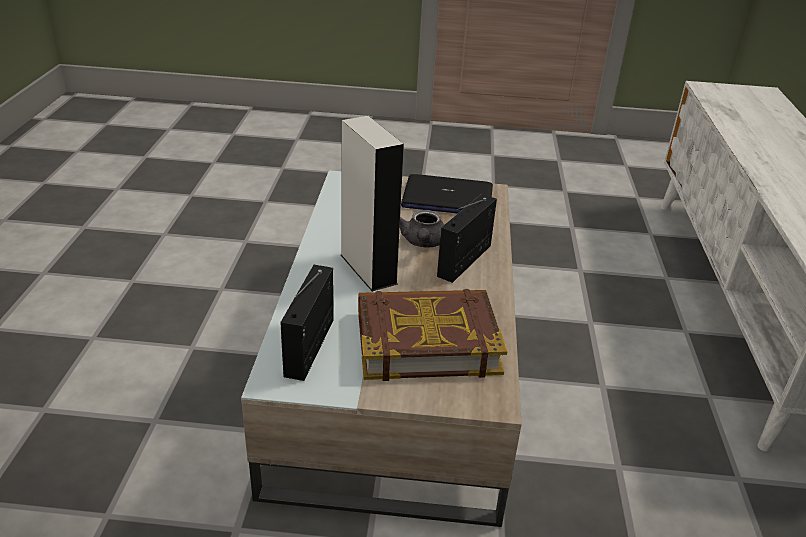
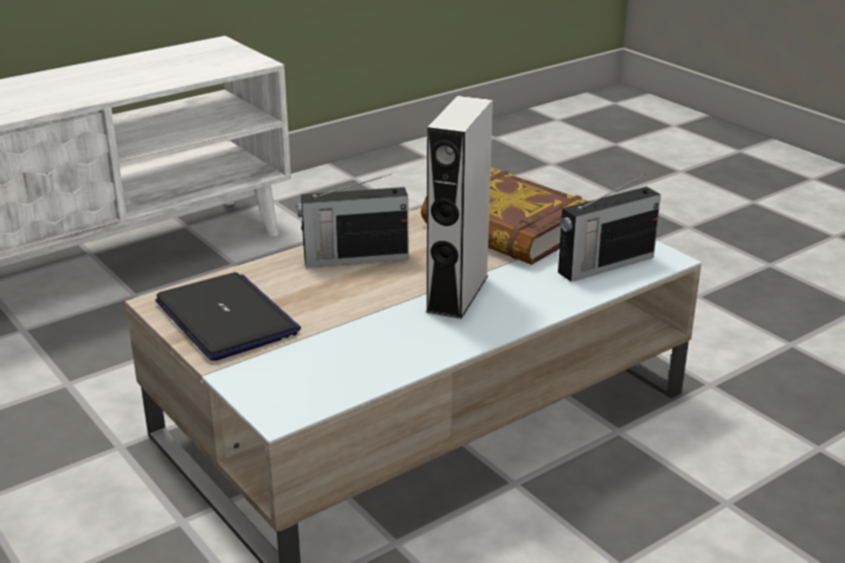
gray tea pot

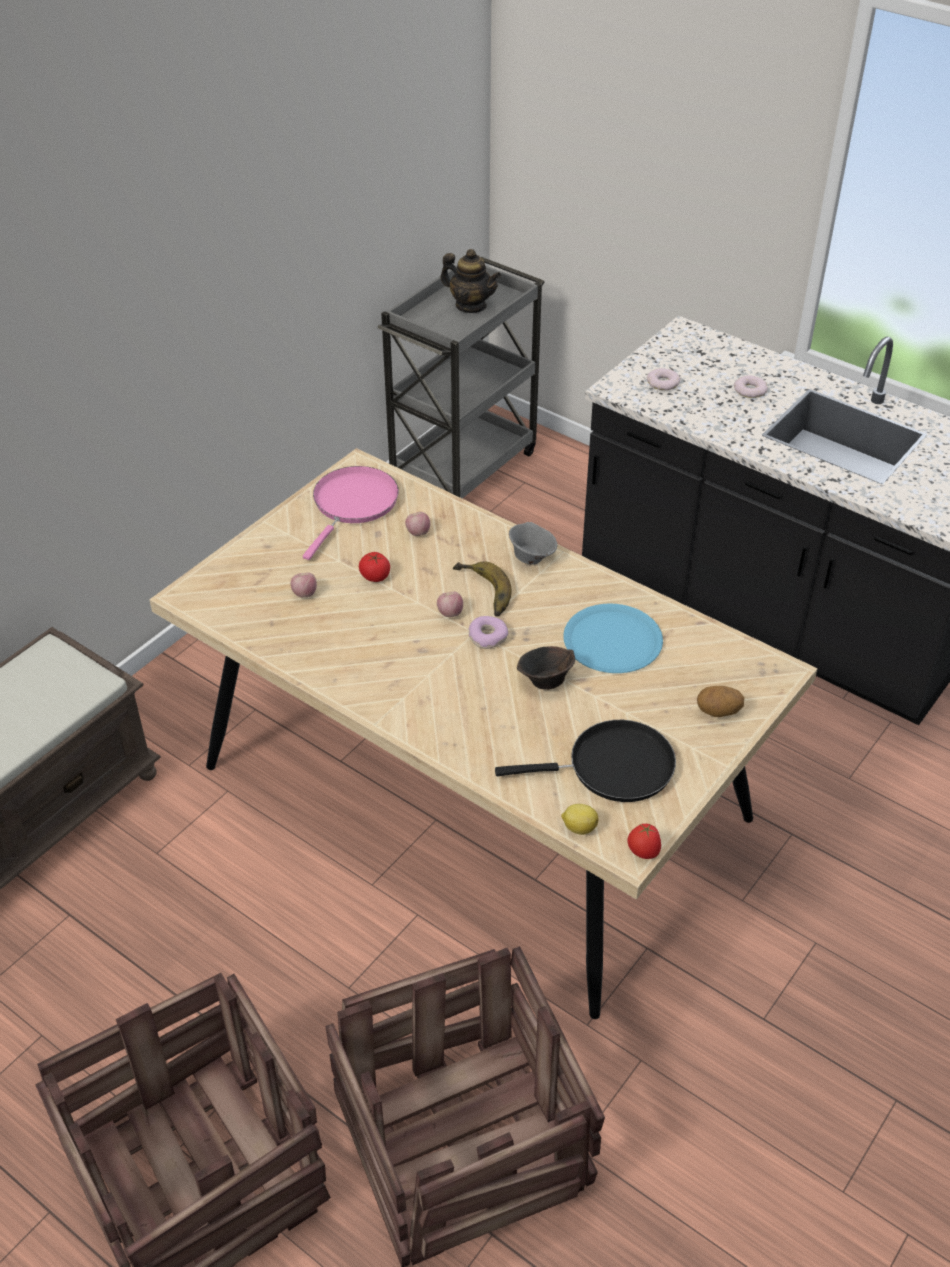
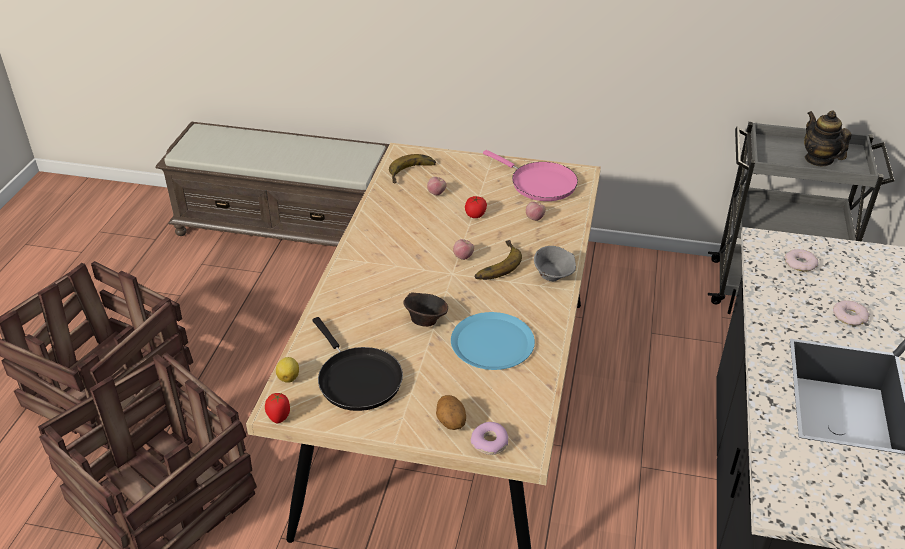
whole banana (no. 1 from left)
doughnut (no. 1 from left)
pink-coloured pan
tea pot

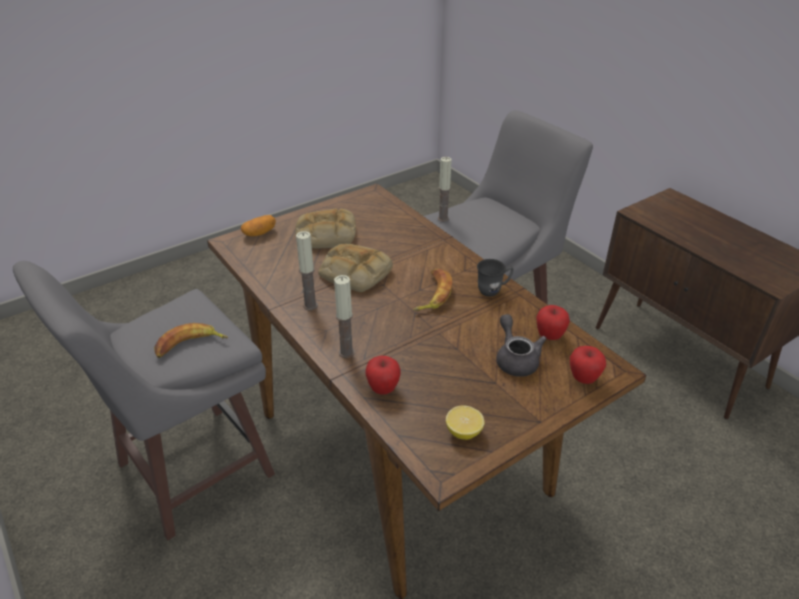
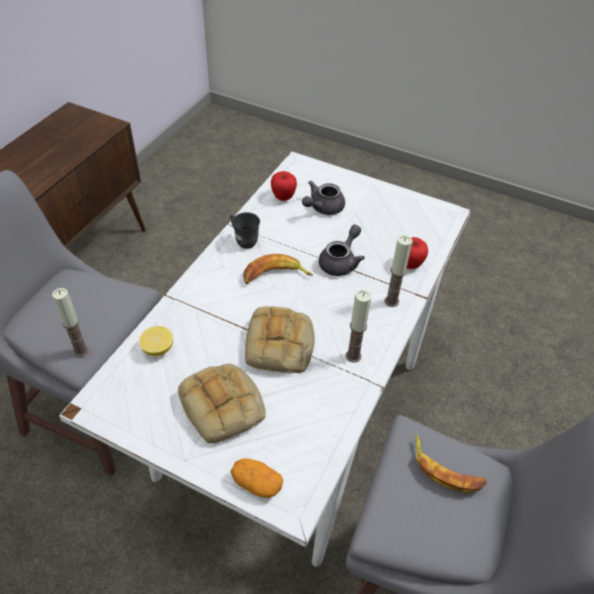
whitish kitchen table
whole lemon
gray tea pot (no. 2 from left)
apple (no. 3 from left in the first image)

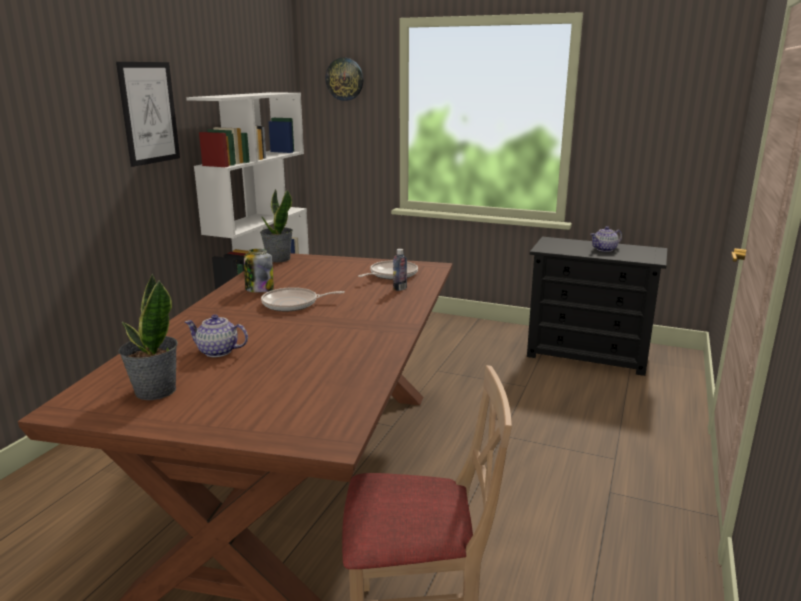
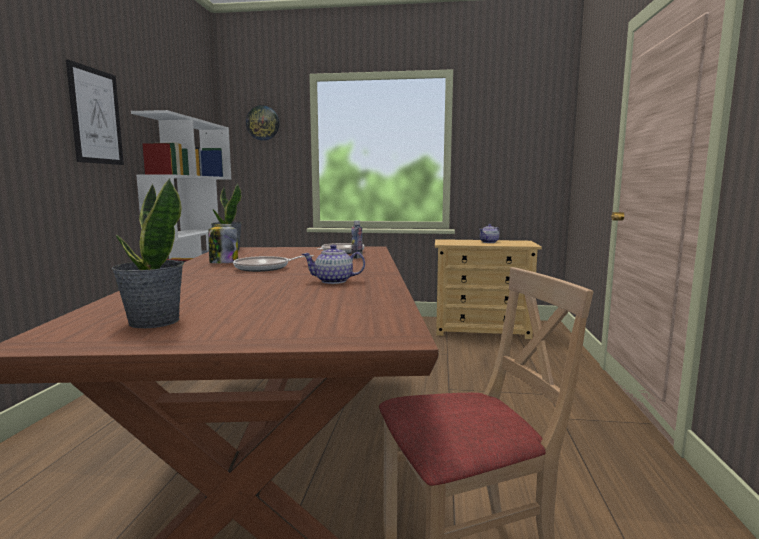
tea pot (no. 1 from left)
sand-coloured dresser

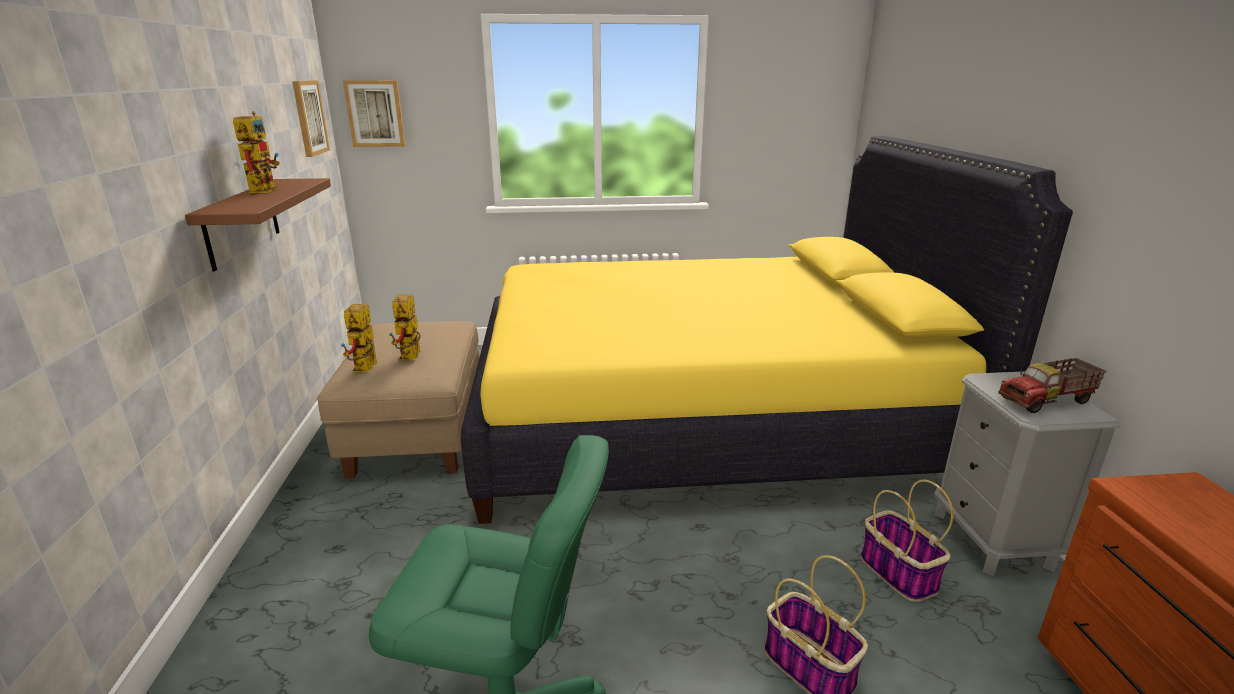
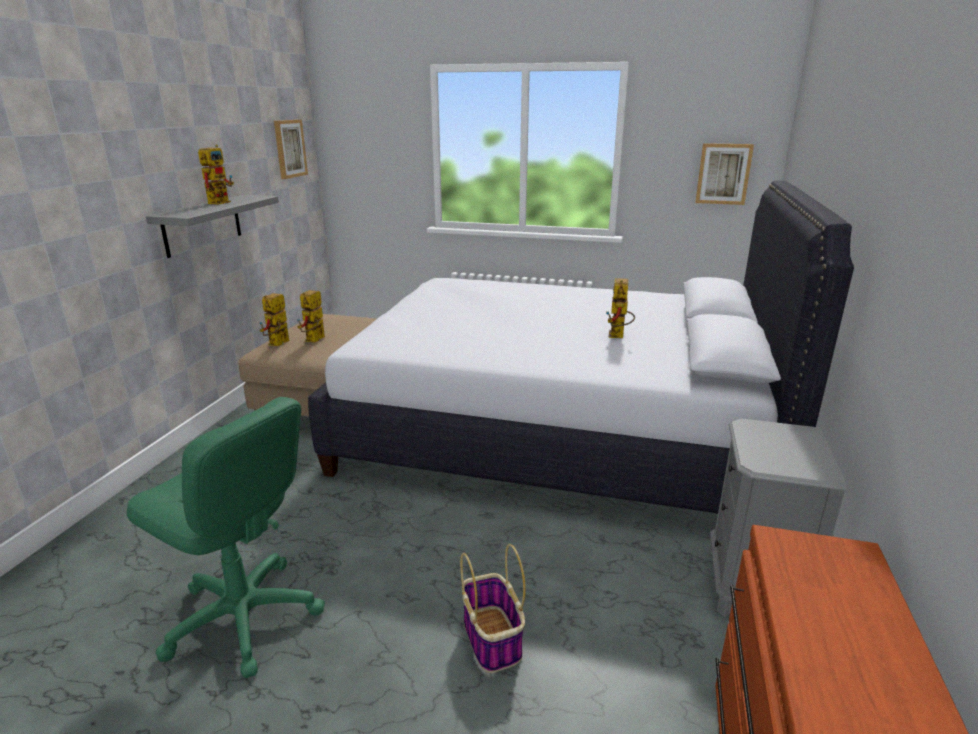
gray shelf
whitish bedroom bed
toy robot (no. 4 from left)
wall art (no. 2 from left)
basket (no. 2 from left in the first image)
toy lorry

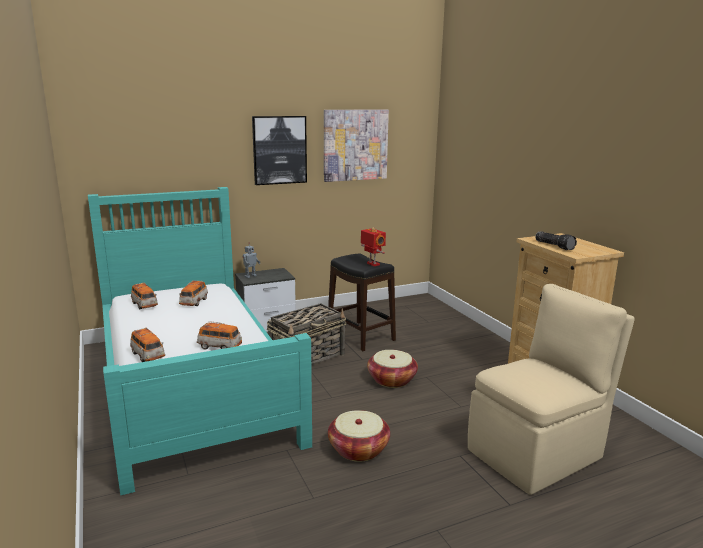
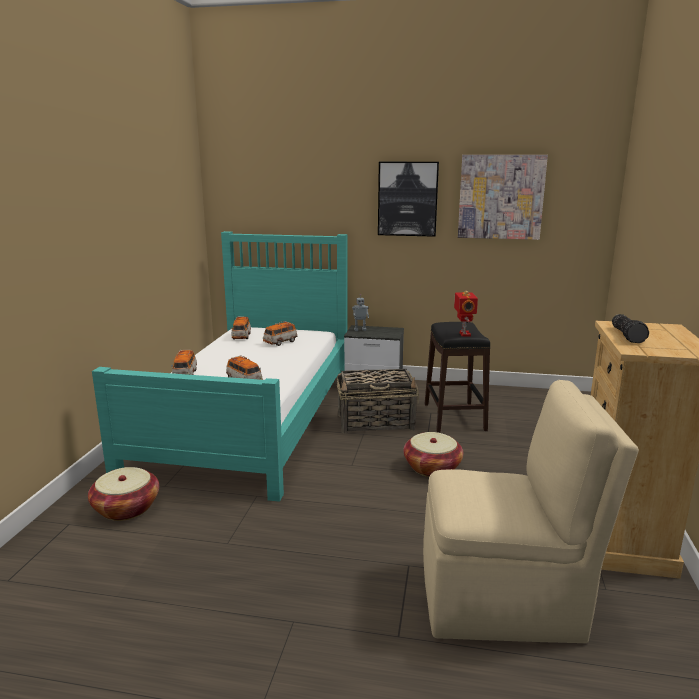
basket (no. 1 from left)

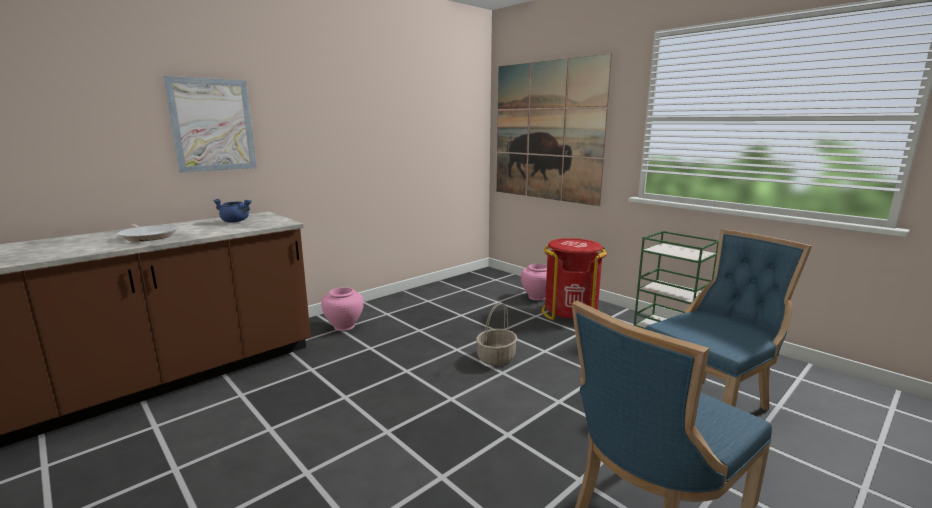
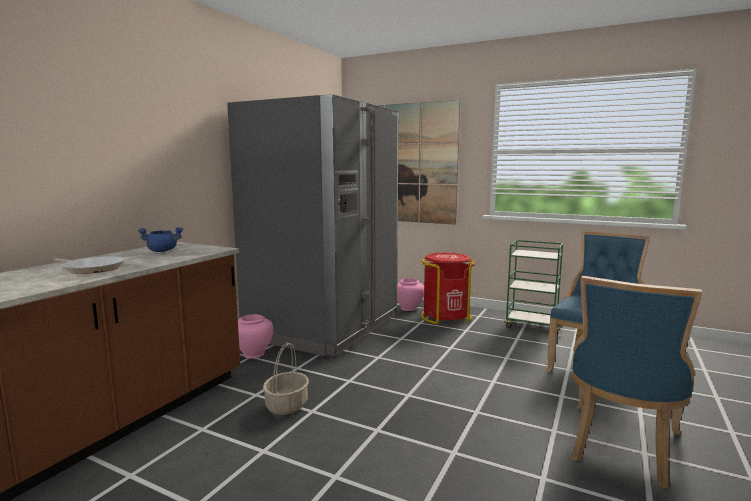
gray kitchen fridge
basket
wall art (no. 1 from left in the first image)

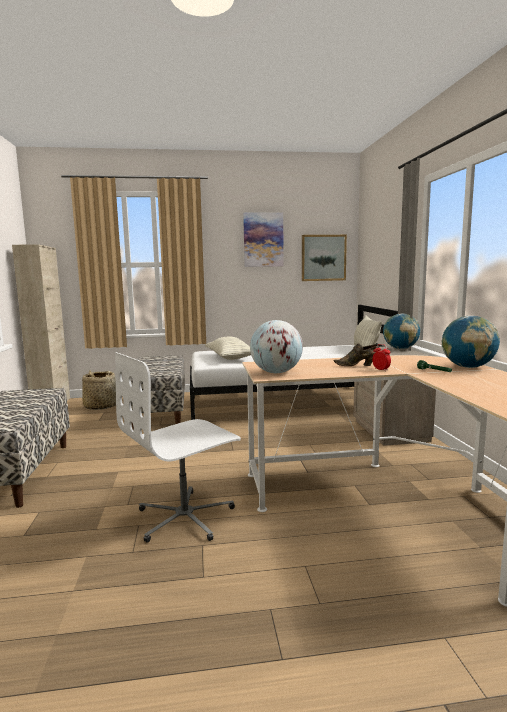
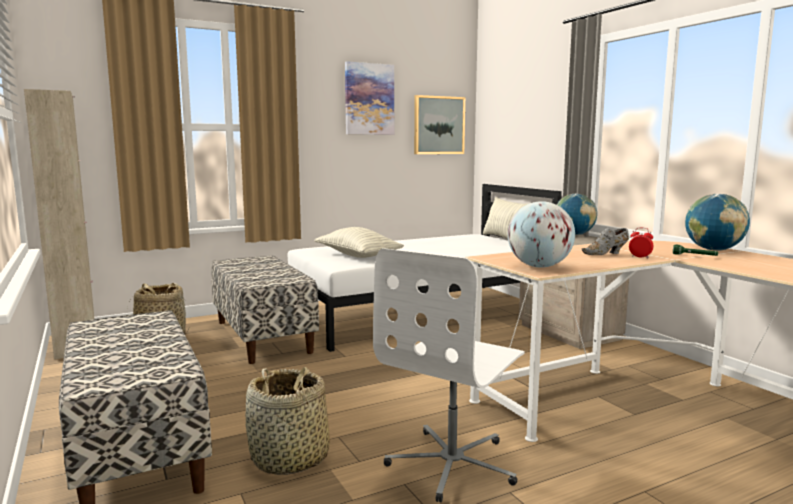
basket (no. 2 from left)
gray item of footwear

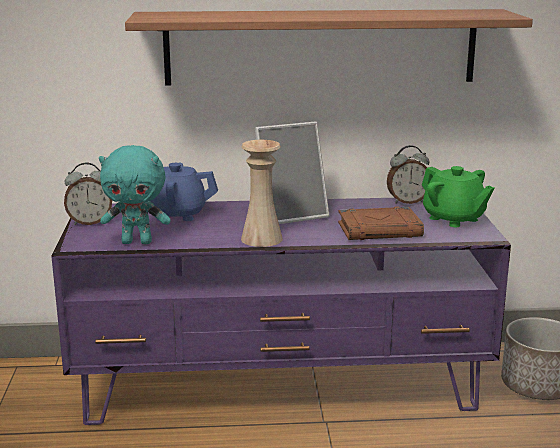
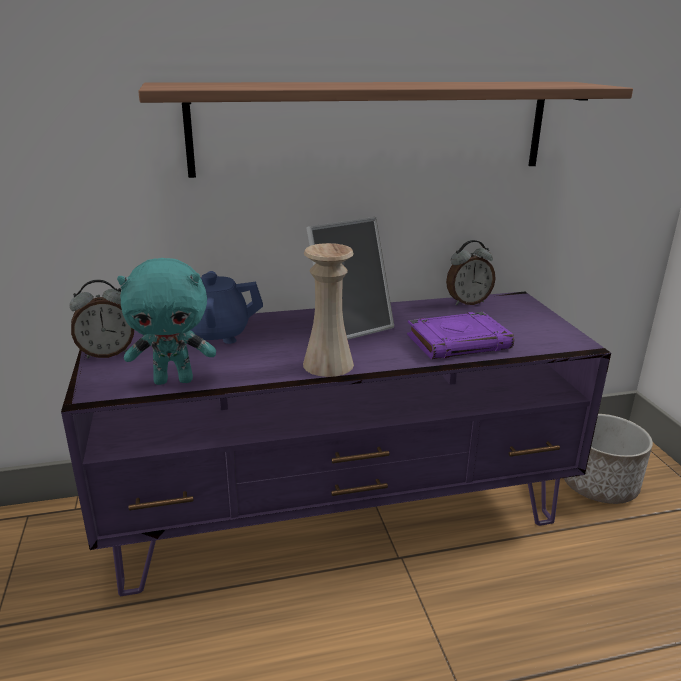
purple-coloured bound book
greenish tea pot

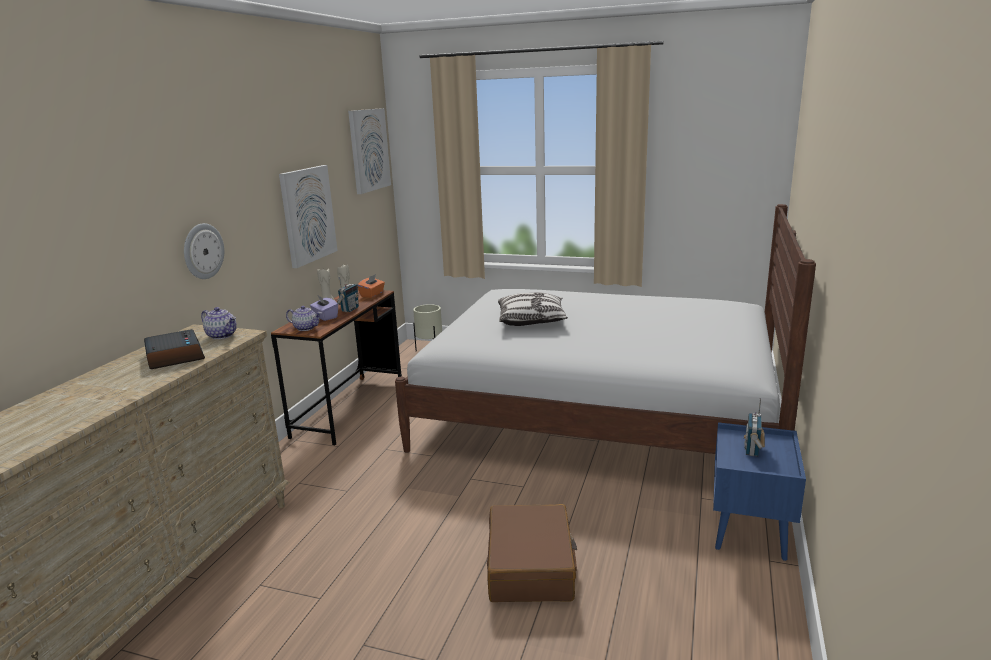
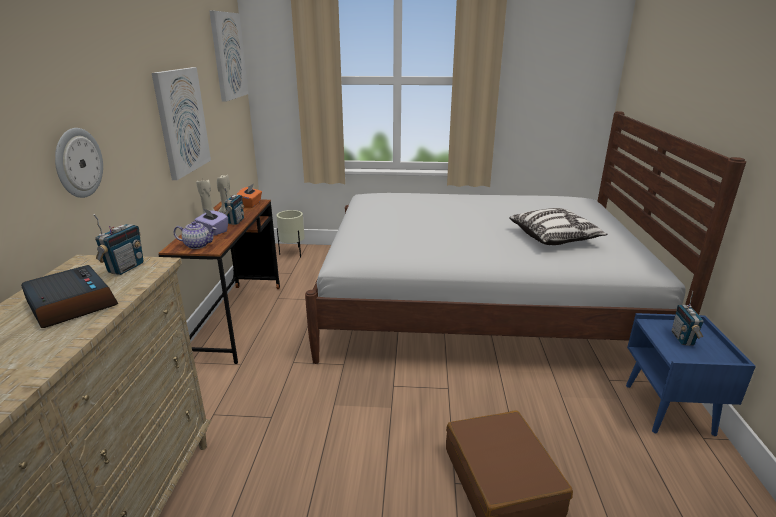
radio (no. 1 from left)
cushion

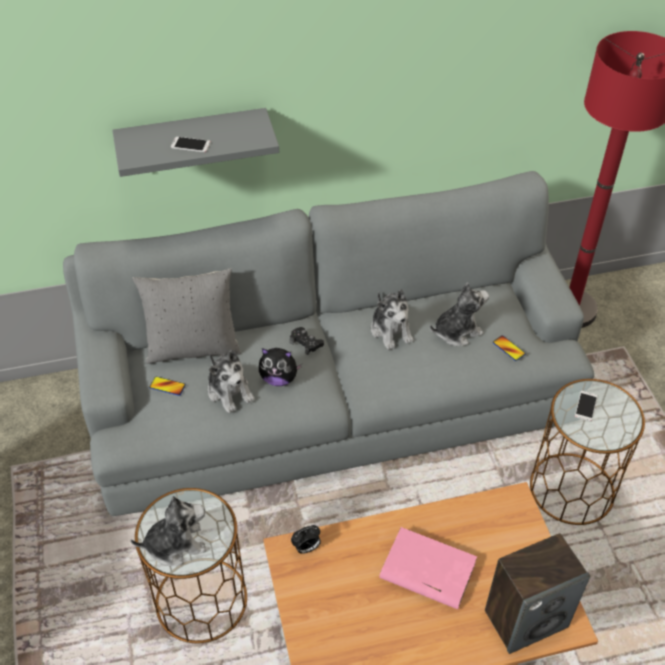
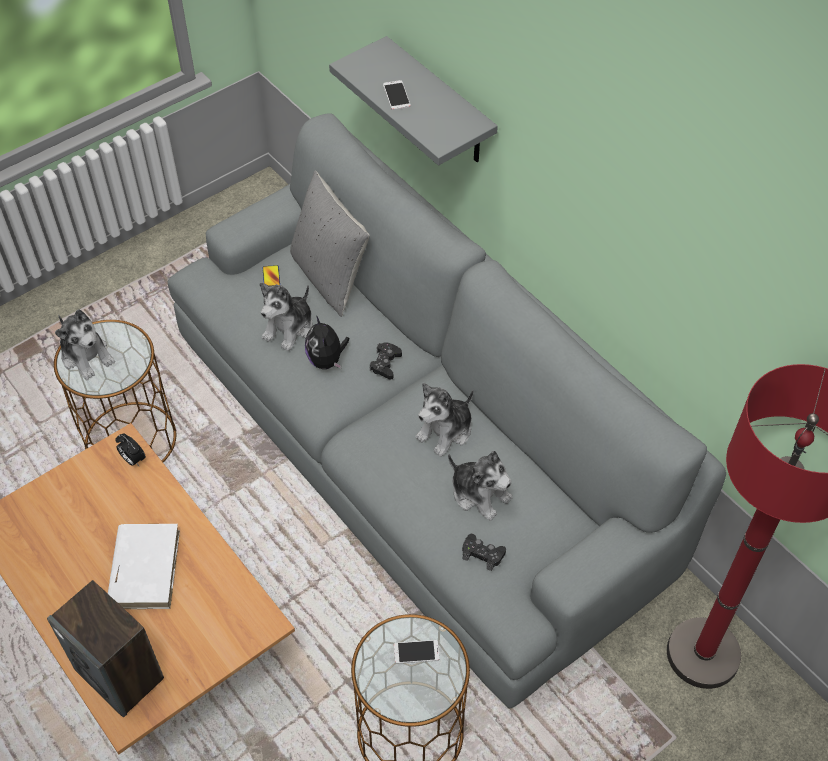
whitish bound book
black game controller (no. 2 from left)

